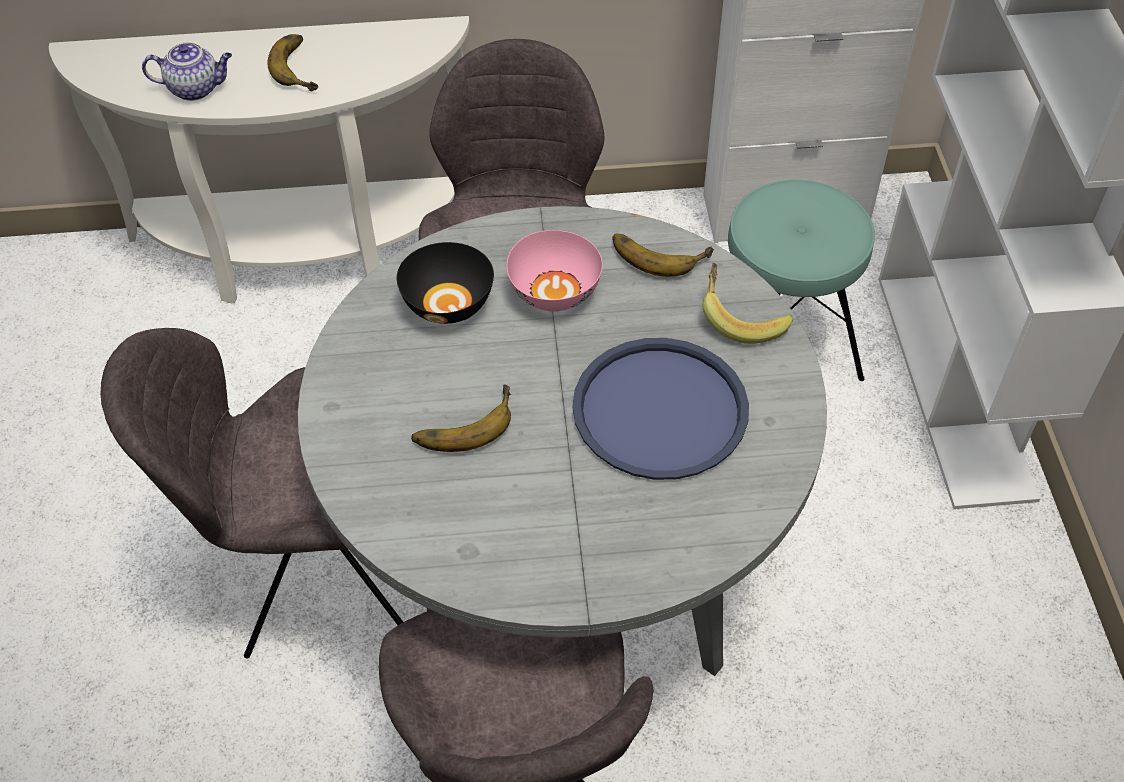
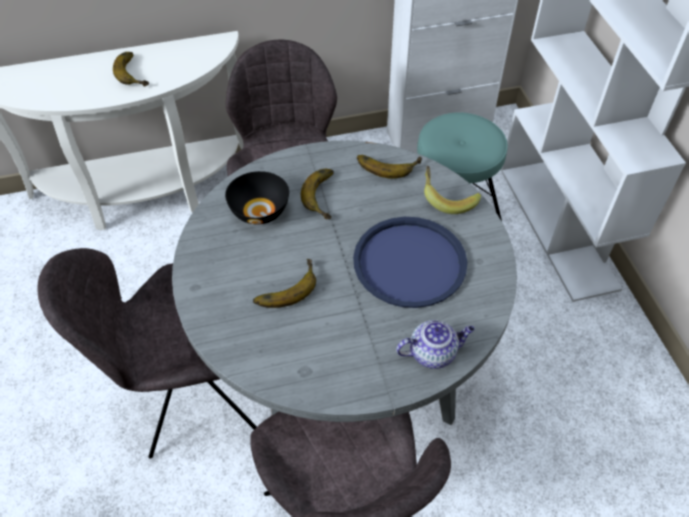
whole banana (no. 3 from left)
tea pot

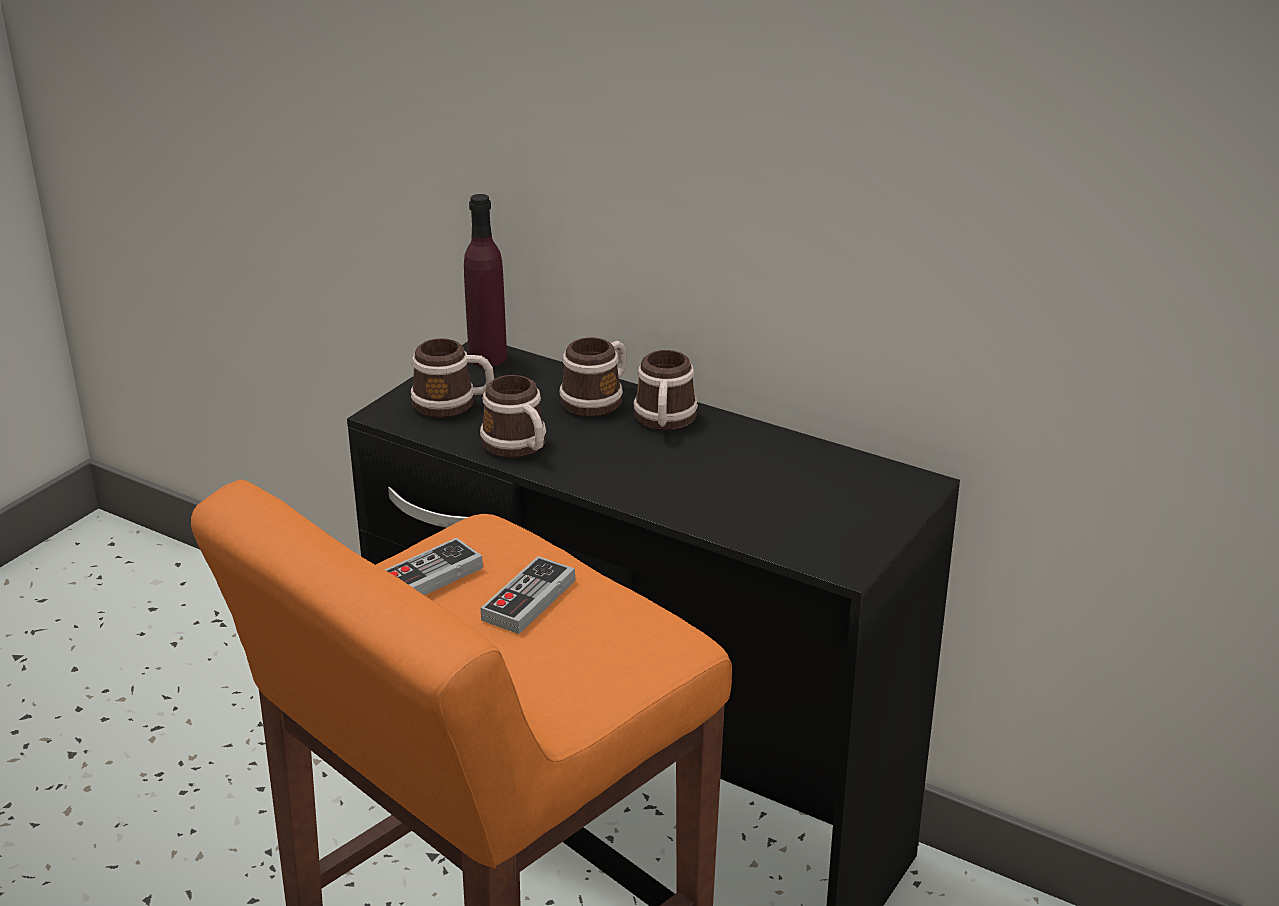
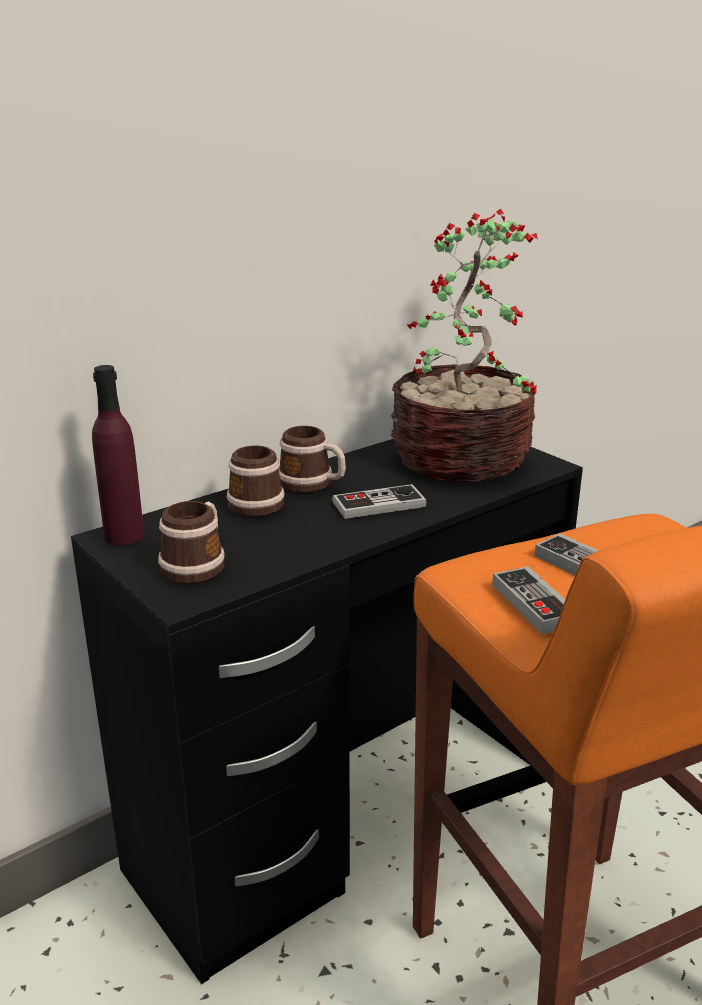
game controller (no. 1 from left)
potted plant
tea mug (no. 2 from left in the first image)

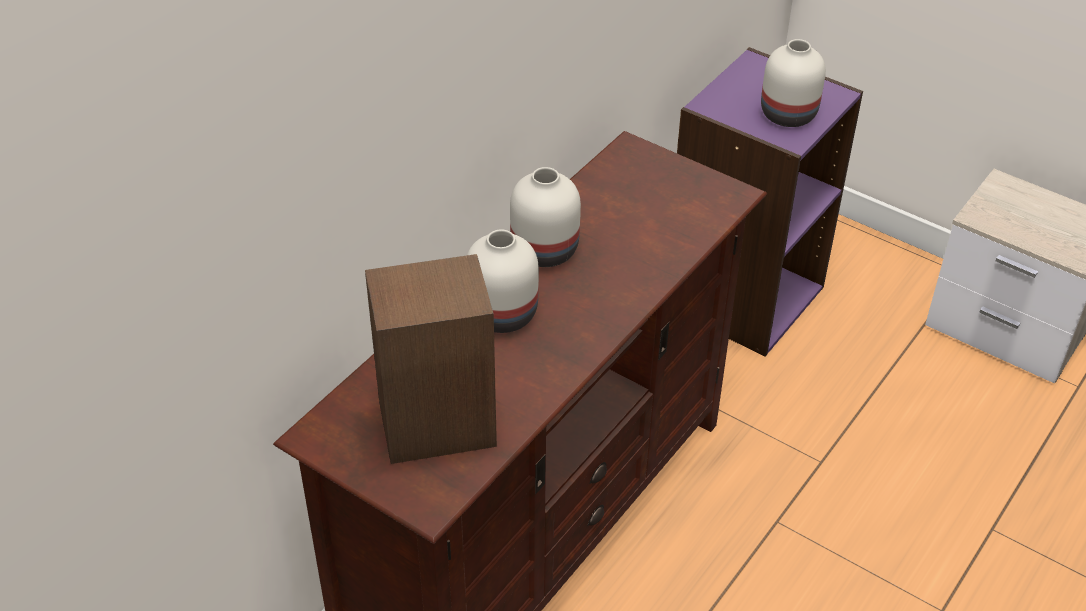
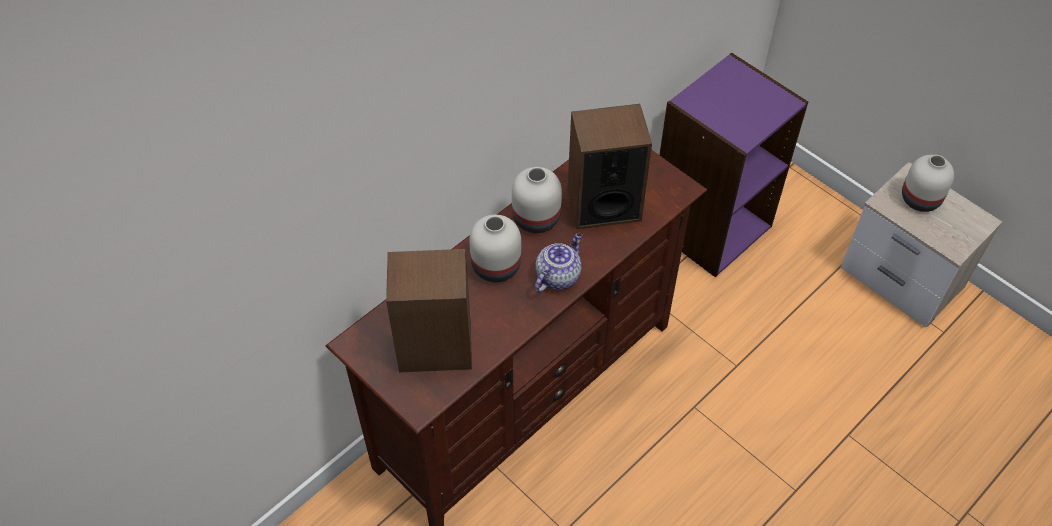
tea pot
audio speaker (no. 2 from left)
whitish vase (no. 3 from left)

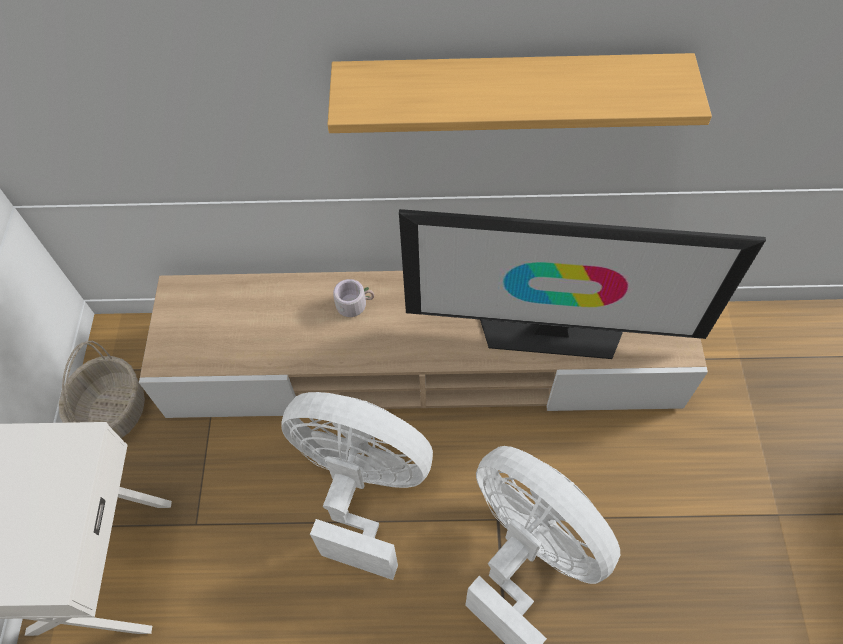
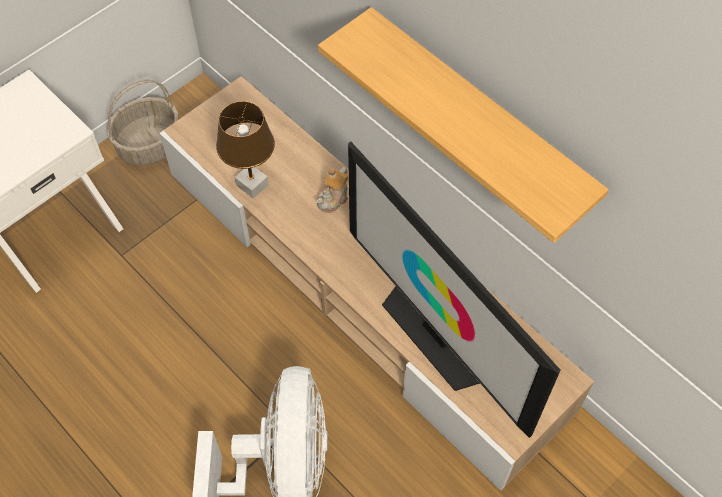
brown table lamp
tea pot
whitish fan (no. 1 from left in the first image)

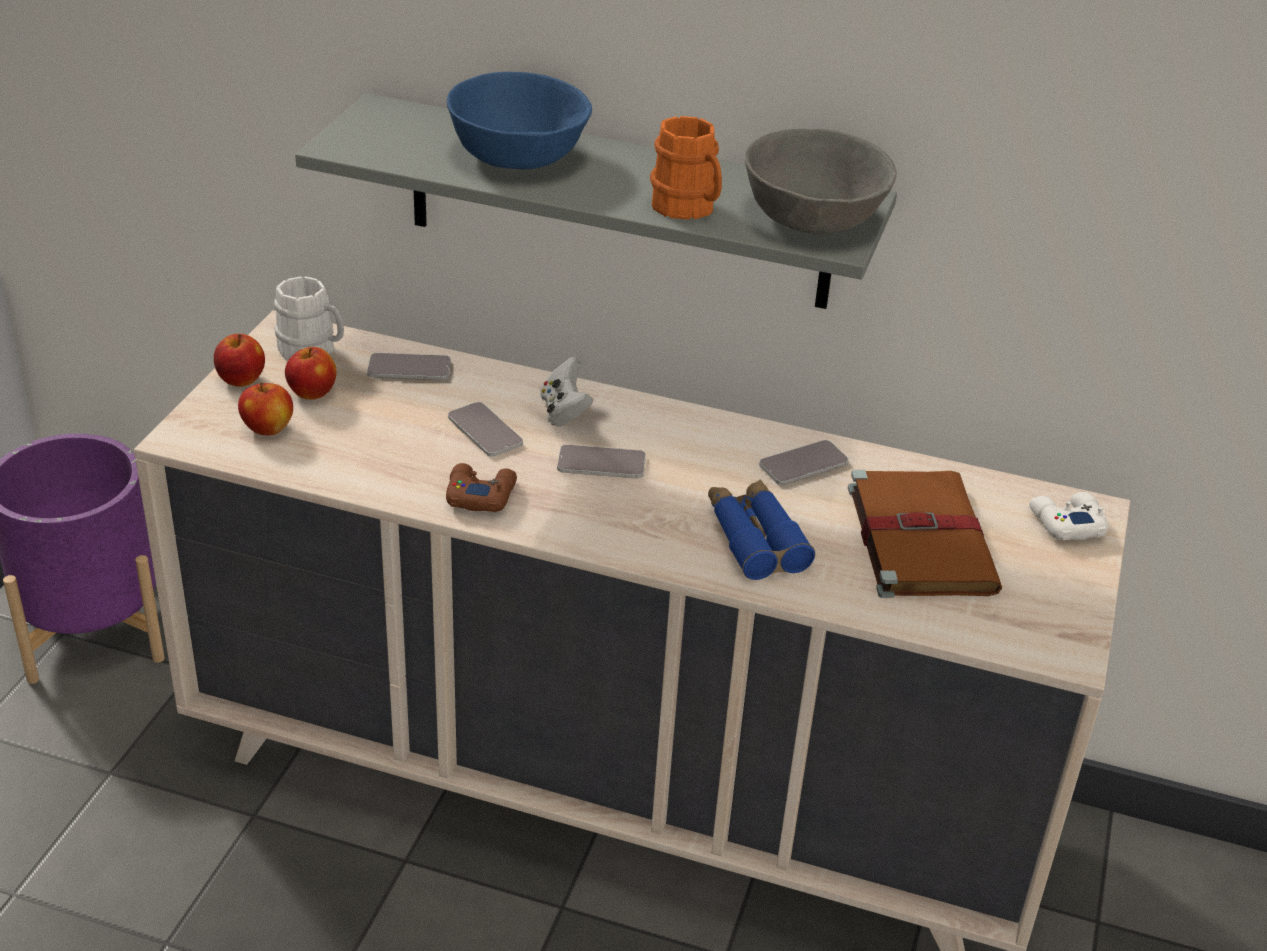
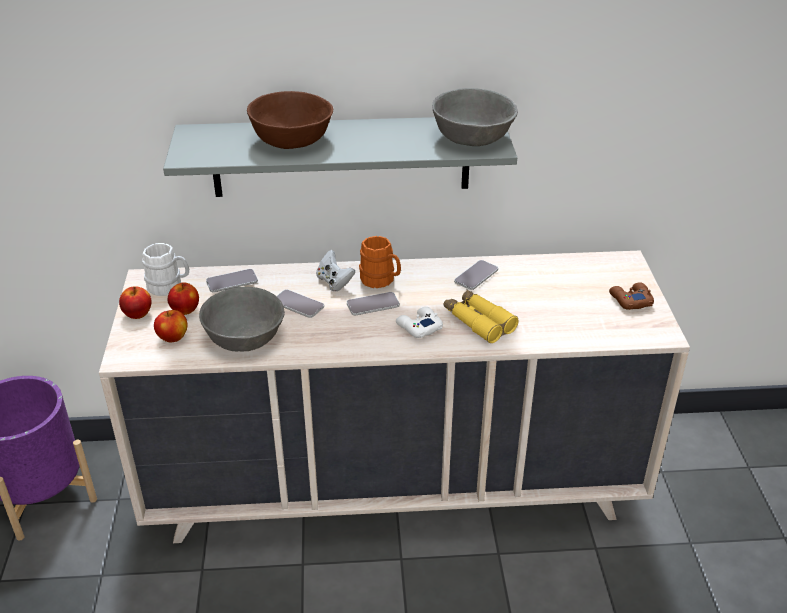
gray serving bowl (no. 1 from left)
brown serving bowl
orangey tea mug
whitish game controller (no. 2 from left)
yellow-coloured binoculars
brown game controller
brown bound book

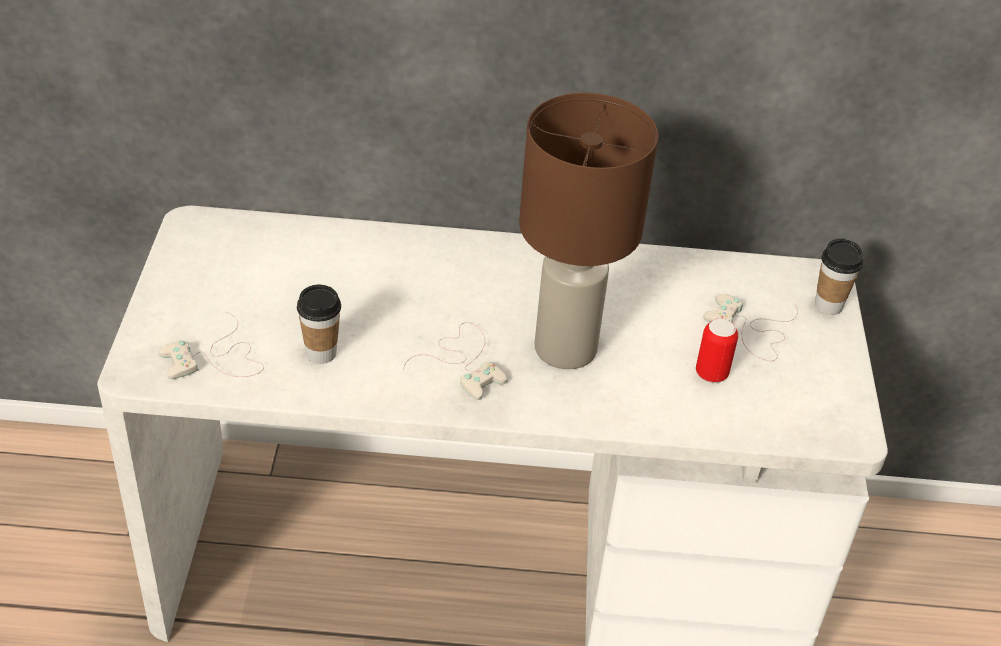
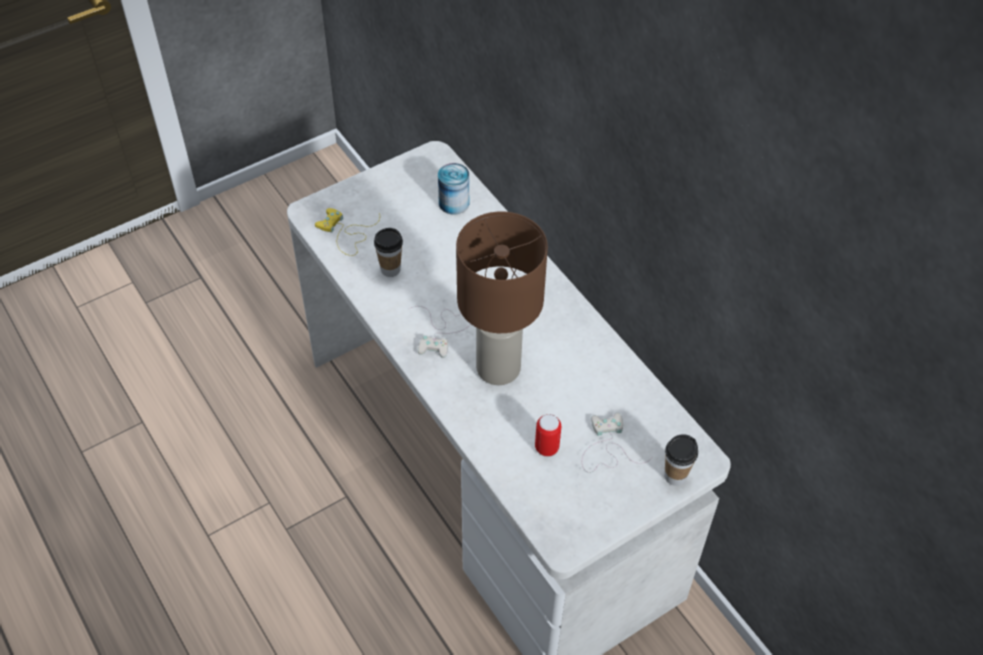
yellow-coloured game controller
sealed can (no. 1 from left)

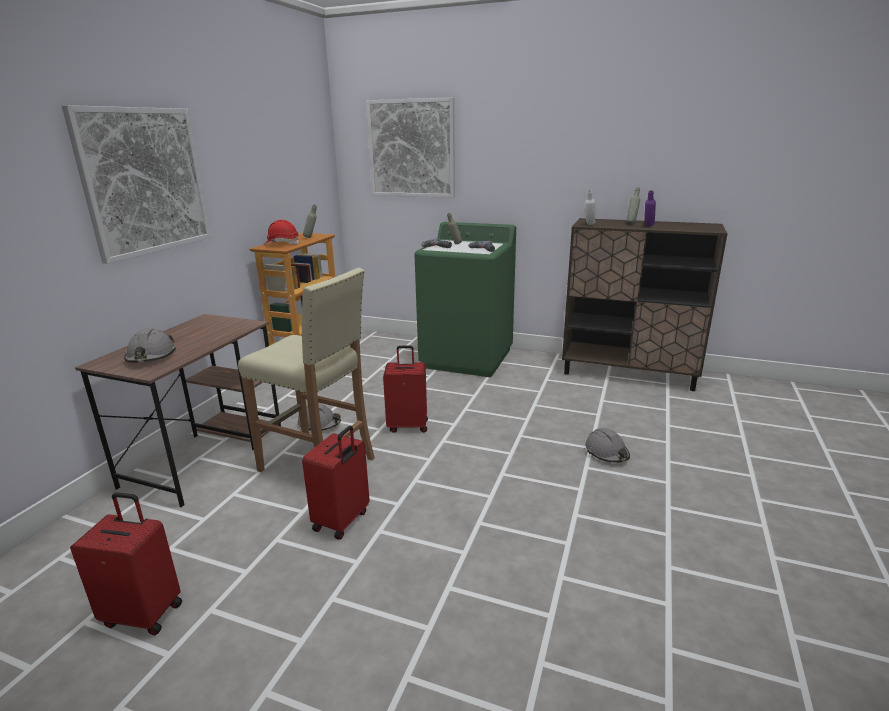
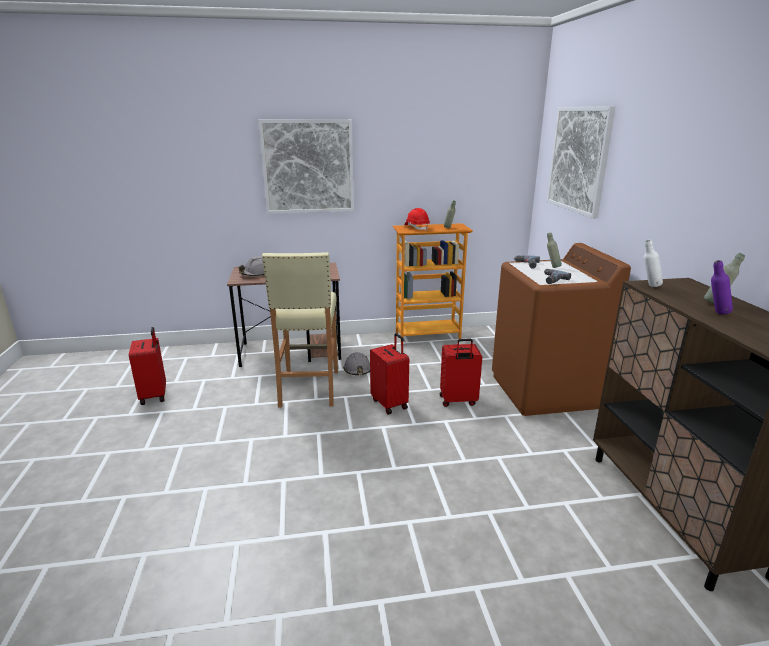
red-coloured piece of luggage (no. 3 from left)
brown washing machine
gray safety helmet (no. 3 from left in the first image)

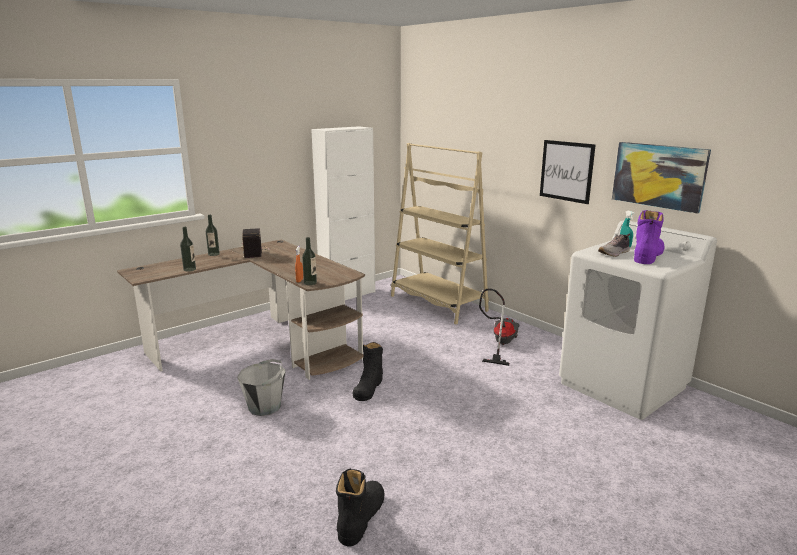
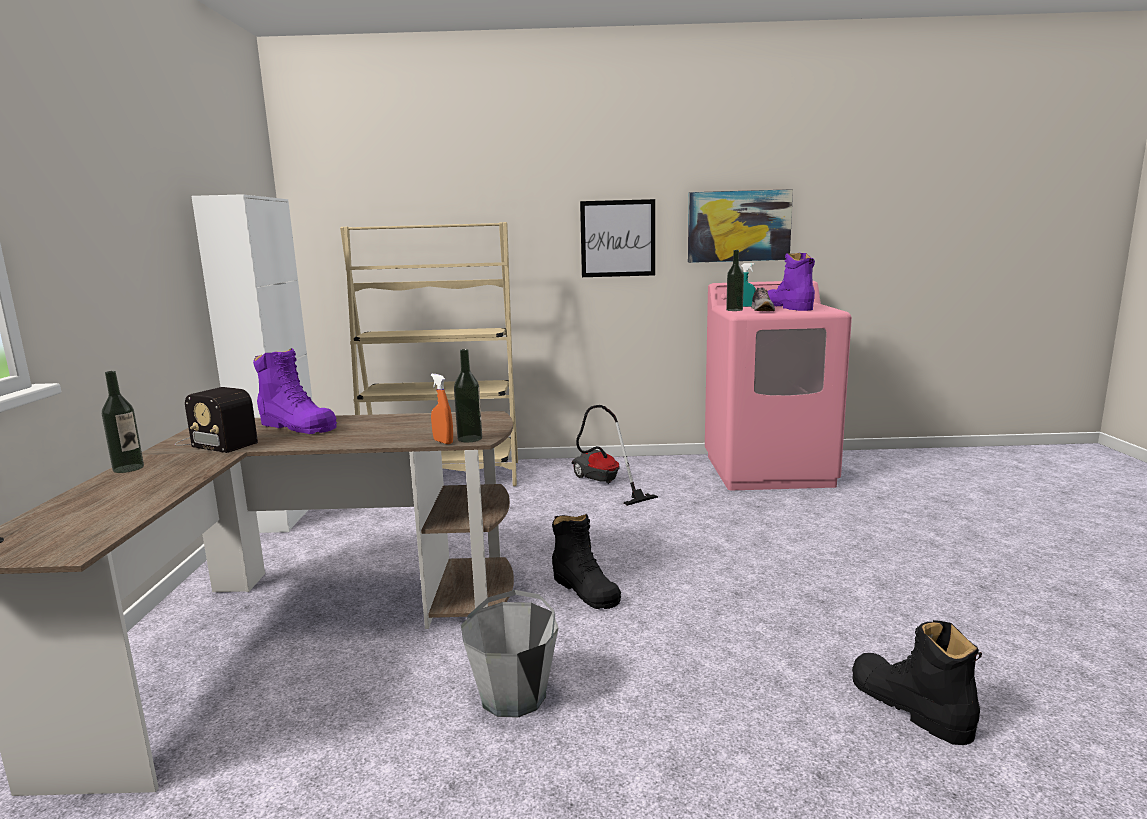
purple-coloured high-top boot (no. 1 from left)
pink-coloured washing machine
beverage bottle (no. 3 from left)

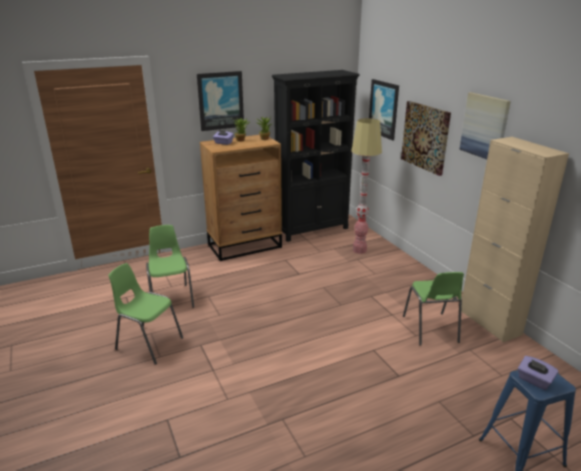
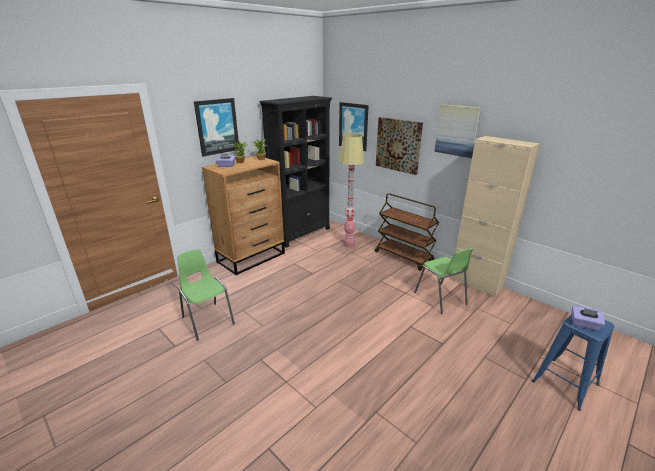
brown cart
greenish chair (no. 1 from left in the first image)

